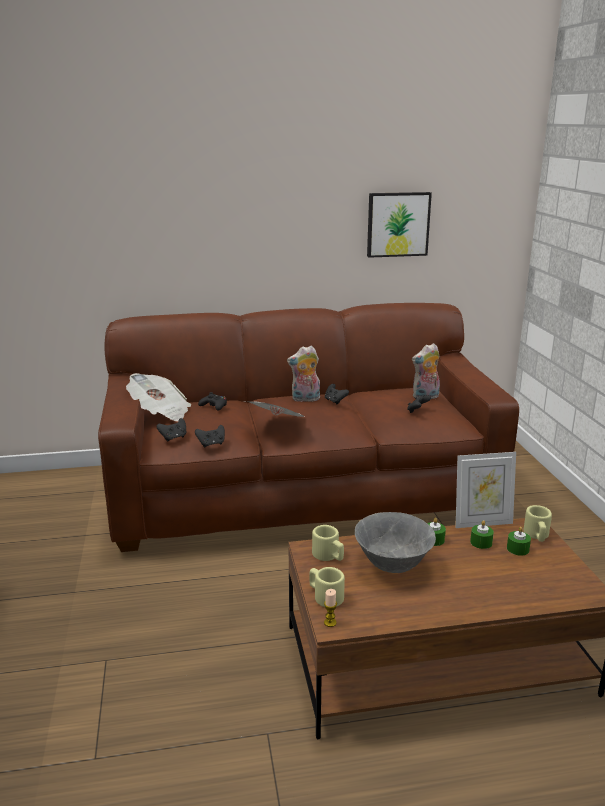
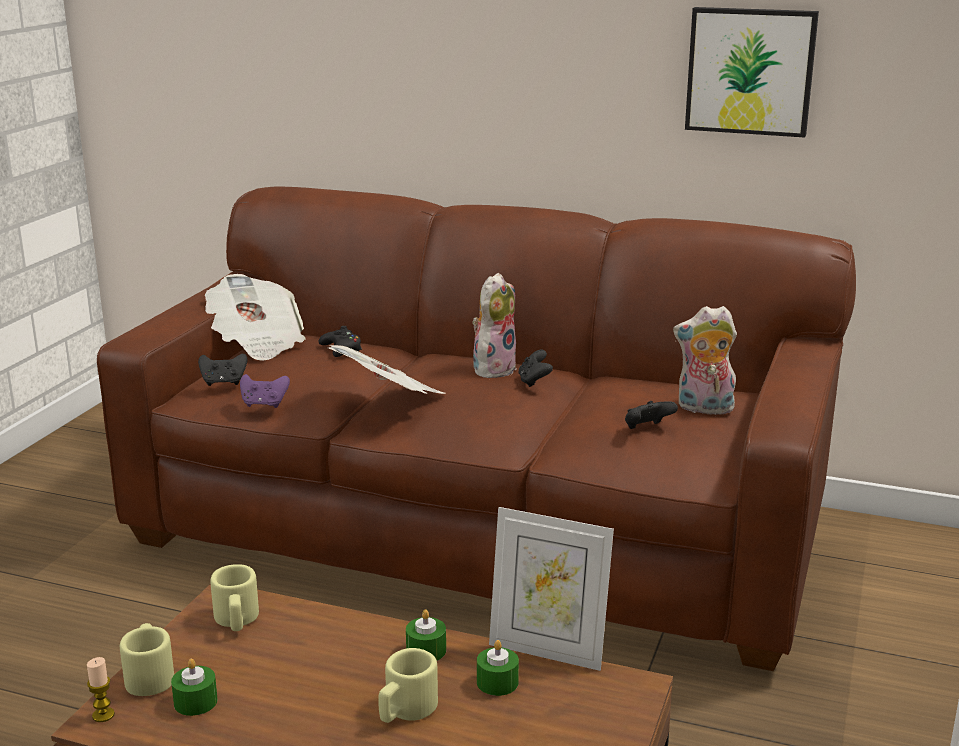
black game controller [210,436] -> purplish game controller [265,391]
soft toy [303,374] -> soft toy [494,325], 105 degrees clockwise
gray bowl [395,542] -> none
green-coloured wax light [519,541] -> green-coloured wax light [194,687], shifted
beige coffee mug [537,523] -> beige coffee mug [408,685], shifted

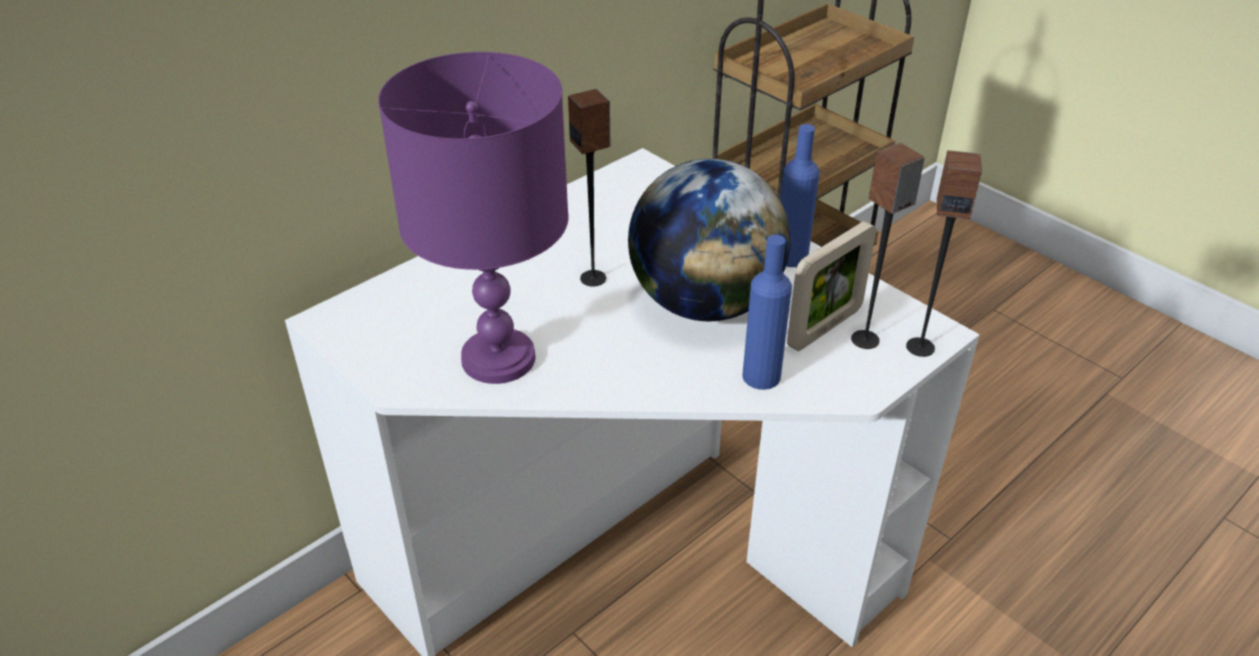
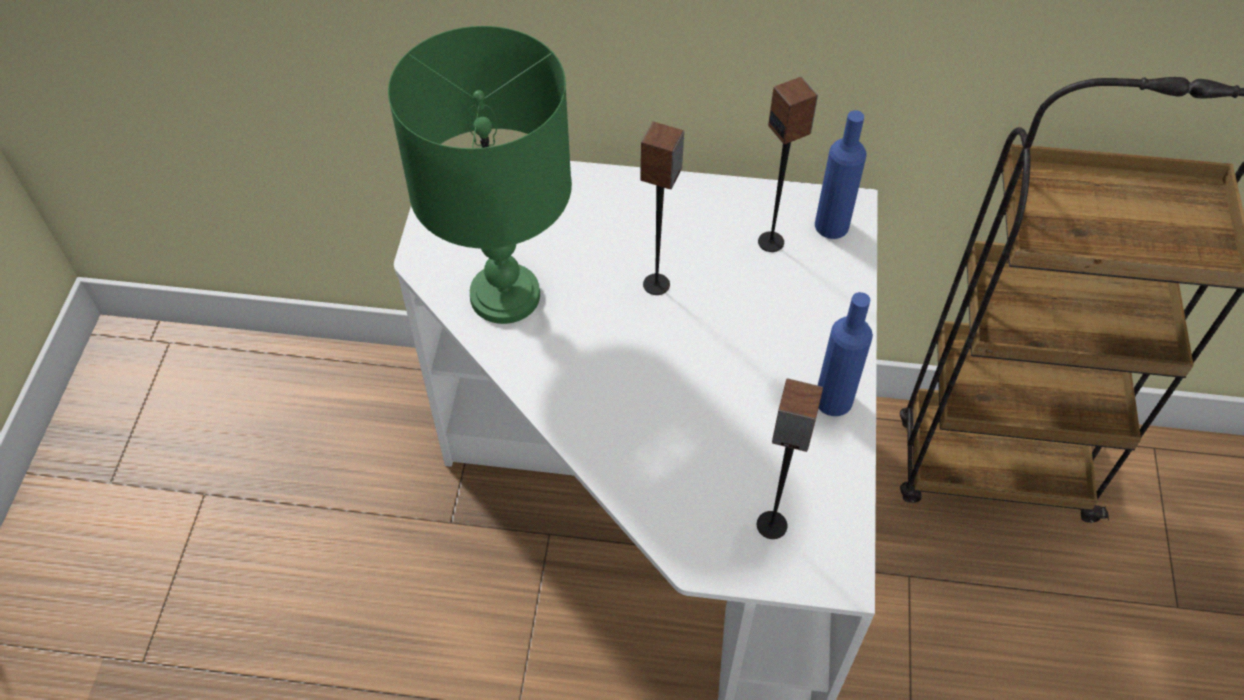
purplish tabletop lamp [473,218] -> green-coloured tabletop lamp [480,175]
globe [709,240] -> none
blue beverage bottle [767,312] -> blue beverage bottle [841,174], shifted
photo frame [831,286] -> none
loudspeaker [944,253] -> loudspeaker [788,164], shifted

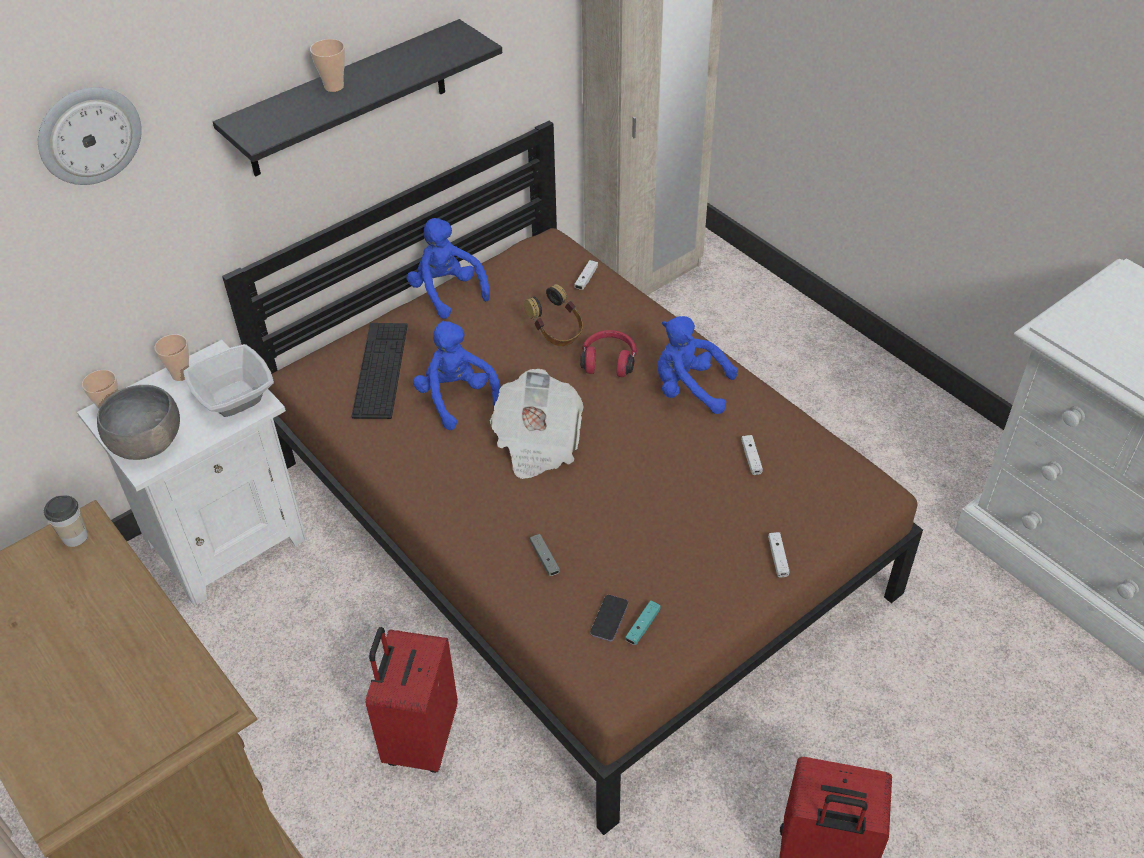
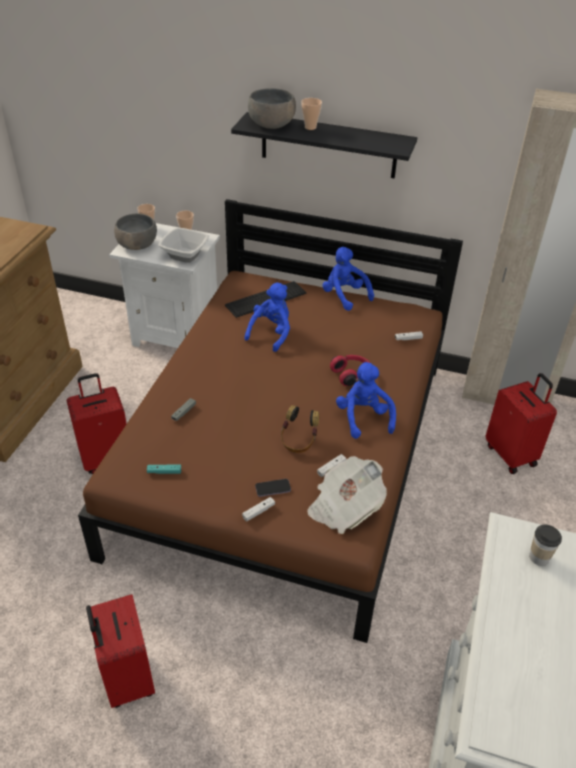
clock on the wall [90,136] -> none
cup [66,521] -> cup [545,545], shifted
blue soft toy [448,268] -> blue soft toy [348,279], 60 degrees counterclockwise
printed paper [537,424] -> printed paper [347,495], shifted
headphones [553,315] -> headphones [300,429], shifted
telephone [609,618] -> telephone [273,488], shifted
none -> gray bowl [272,108]
none -> red-coloured travel case [521,423]

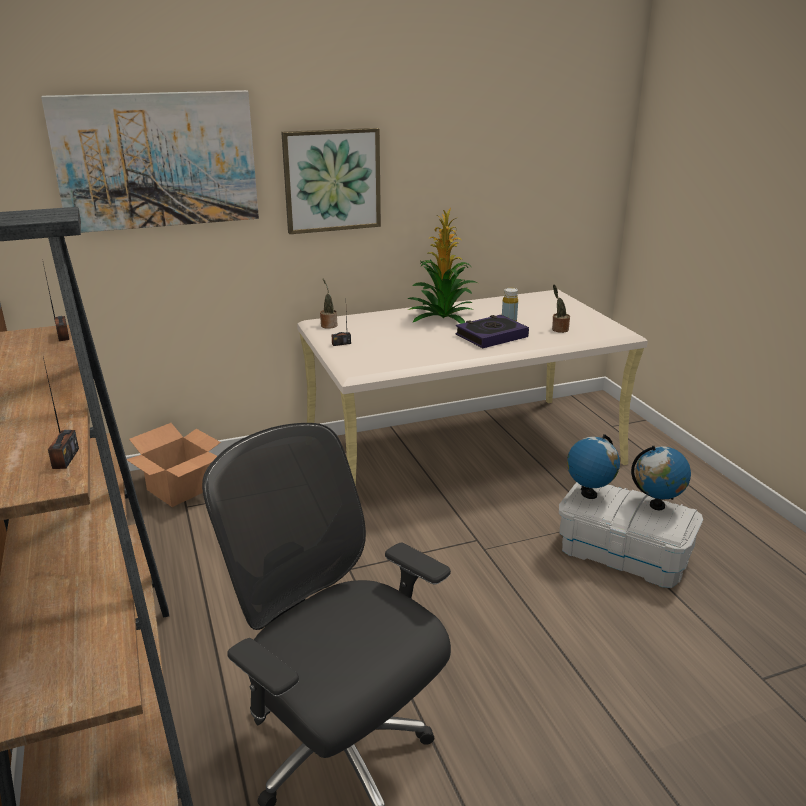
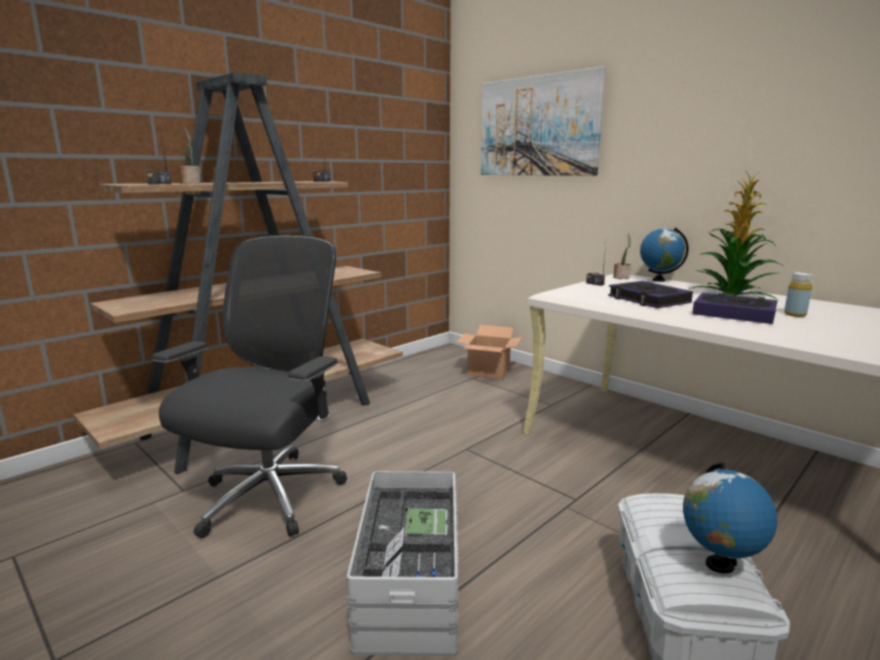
picture [331,181] -> none
plant in a pot [561,308] -> plant in a pot [189,155], shifted
globe [593,466] -> globe [664,254], shifted
none -> gray storage box [403,563]
none -> book [650,294]

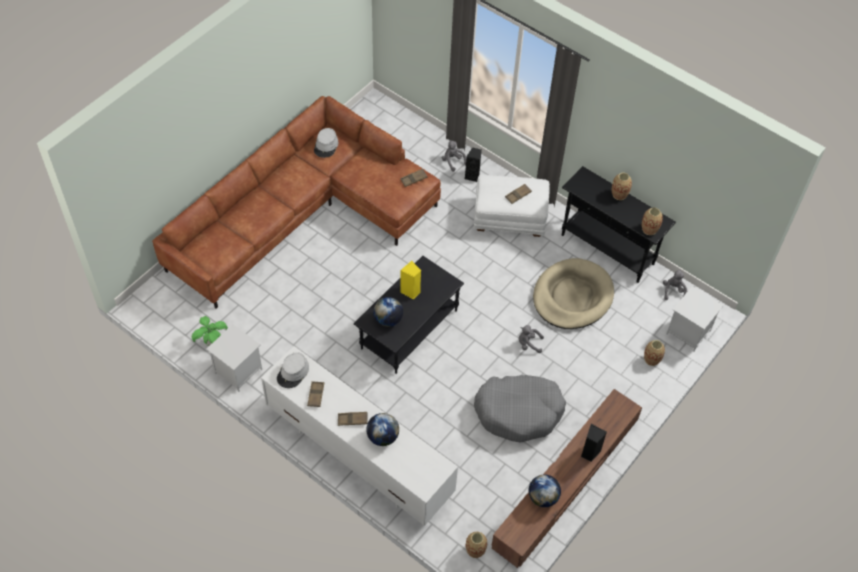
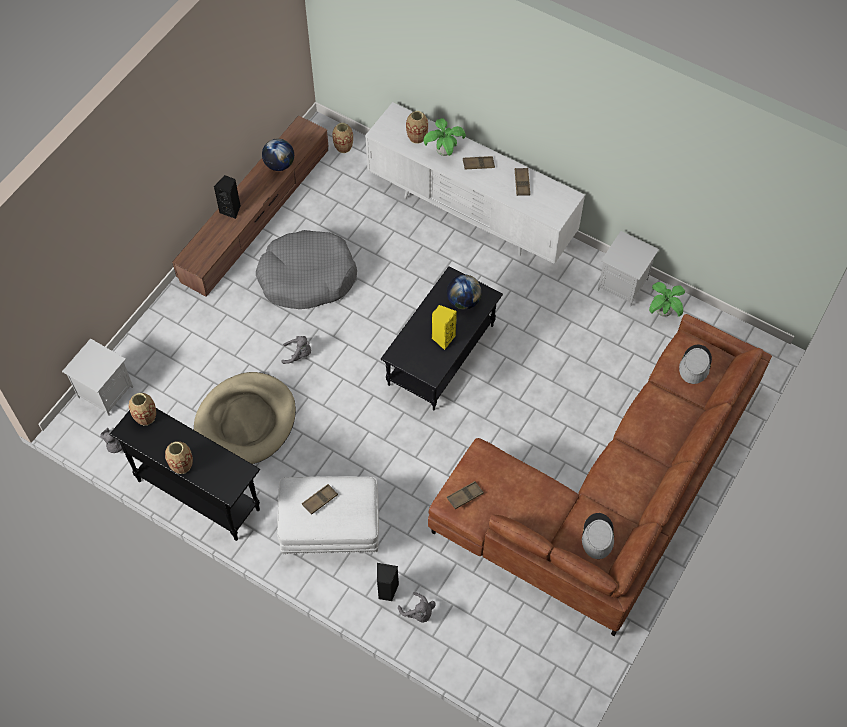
gray hat [293,370] -> gray hat [695,364], shifted
globe [382,429] -> plant in a pot [445,137]
flower vase [654,353] -> flower vase [417,127], shifted

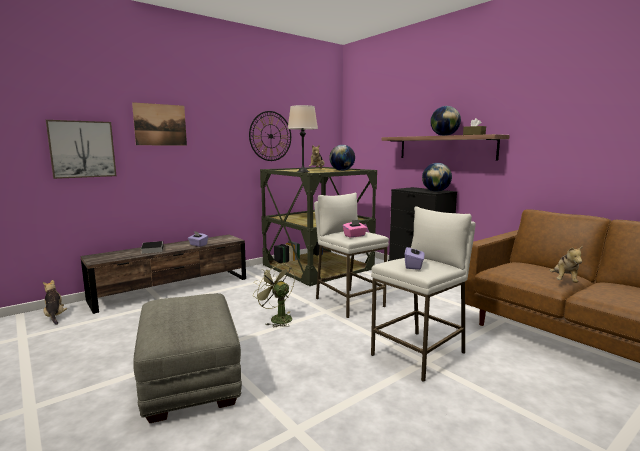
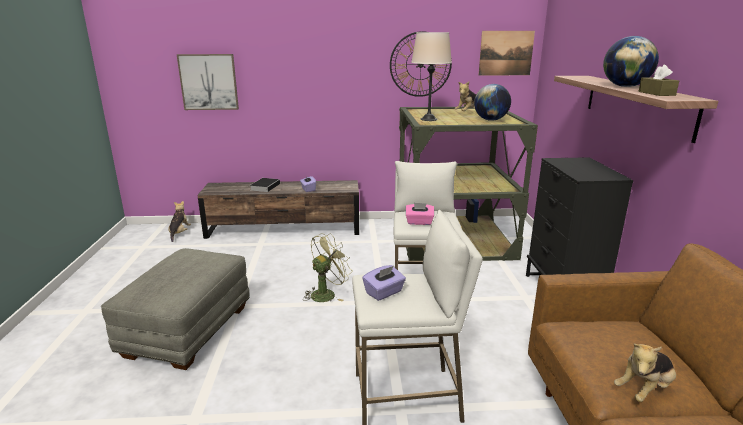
picture [159,123] -> picture [507,53], shifted
green-coloured cooling fan [274,294] -> green-coloured cooling fan [328,267], 60 degrees clockwise
globe [437,177] -> none

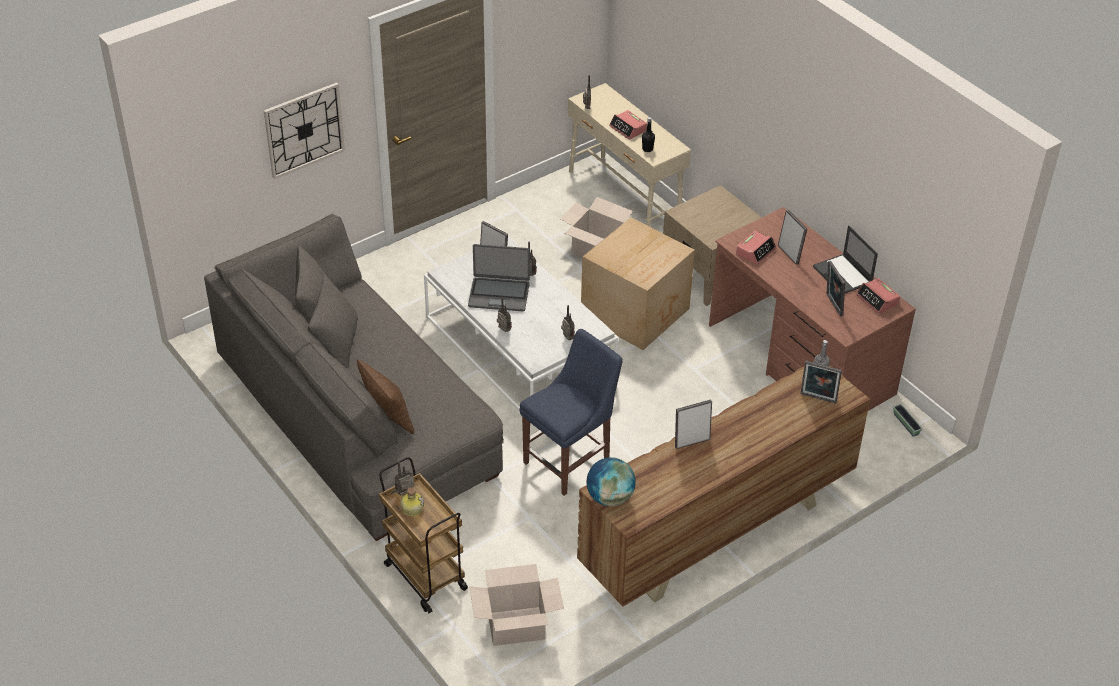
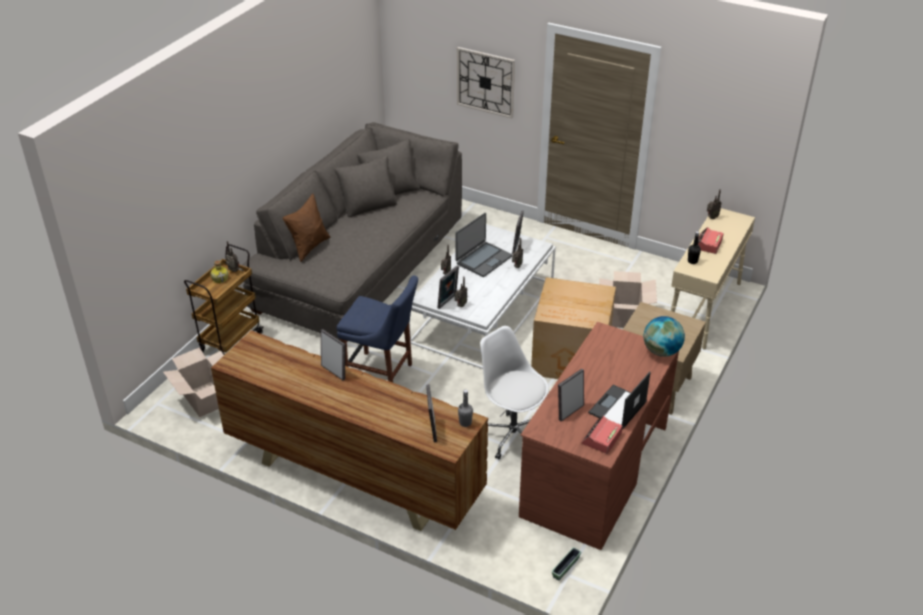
laptop [499,277] -> laptop [483,245], 120 degrees counterclockwise
globe [611,482] -> globe [664,336], shifted
alarm clock [756,248] -> none
photo frame [792,237] -> photo frame [448,287], shifted
none -> whitish computer chair [514,392]

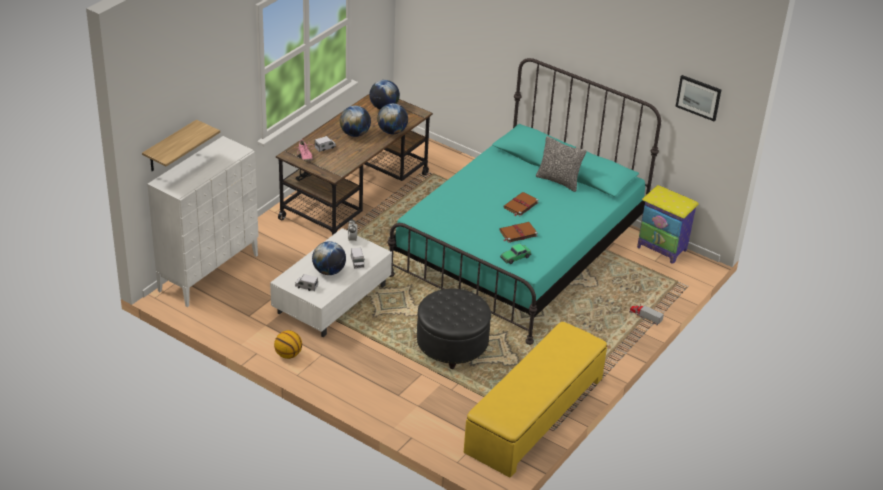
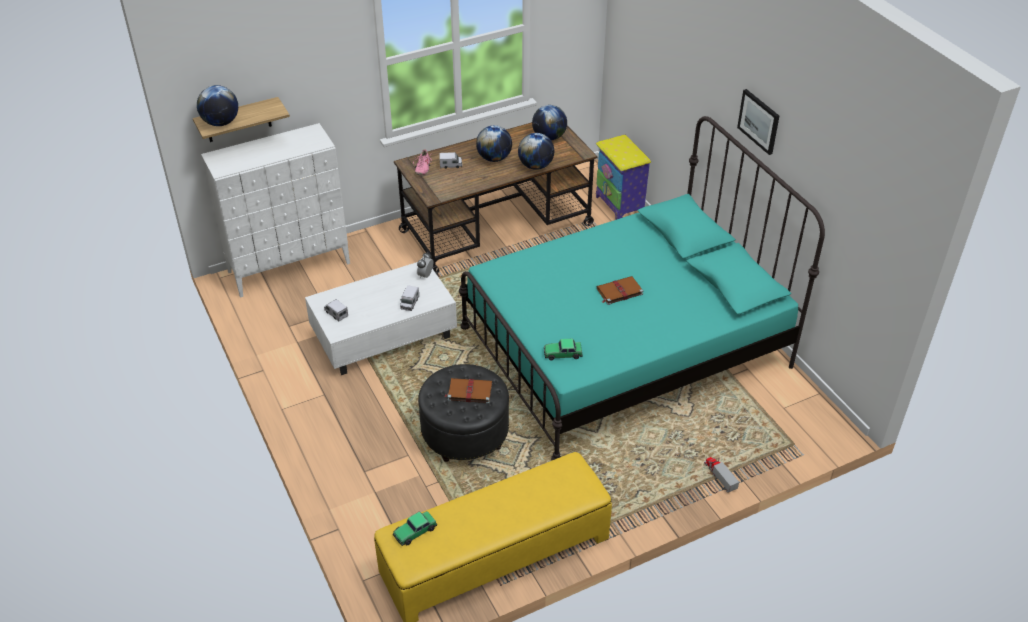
ball for basketball [288,344] -> none
globe [329,258] -> globe [217,105], shifted
brown book [519,232] -> brown book [468,391], shifted
throw pillow [561,164] -> none
nightstand [668,224] -> nightstand [623,177], shifted
picture [698,98] -> picture [758,122], shifted
none -> toy car [415,528]

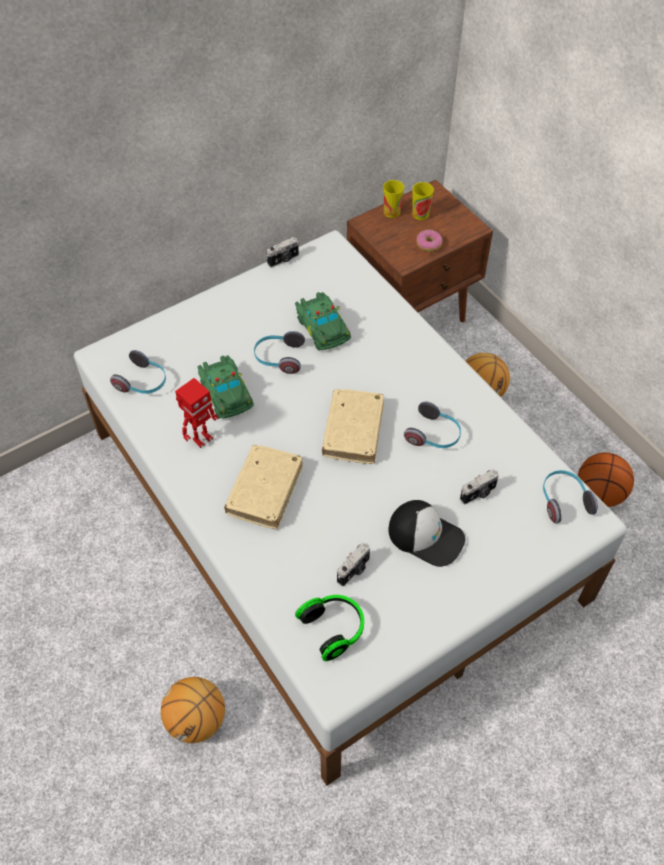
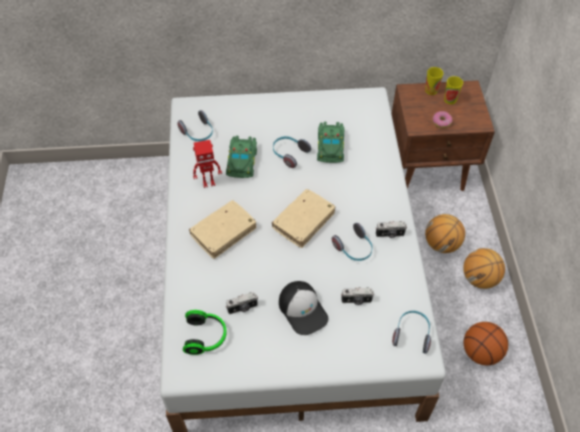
ball for basketball [193,710] -> ball for basketball [484,268], shifted
photo camera [282,252] -> photo camera [391,229], shifted

